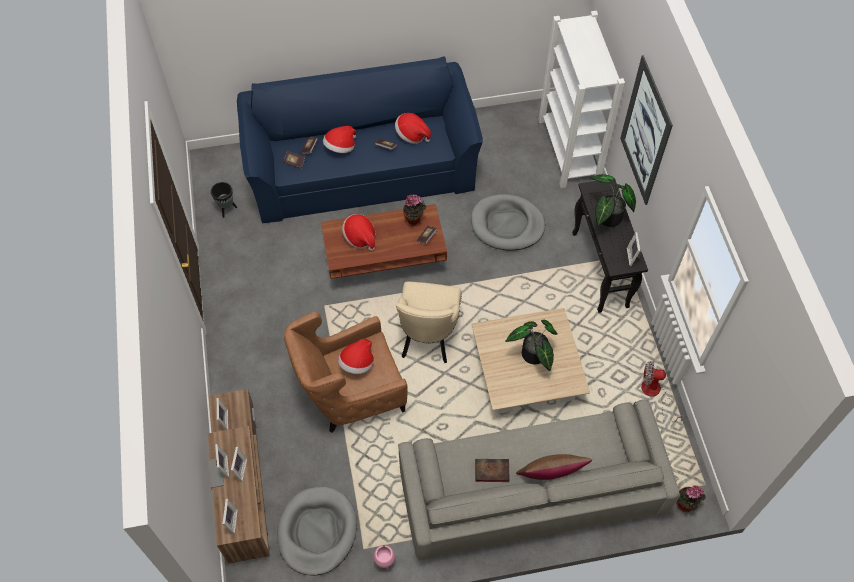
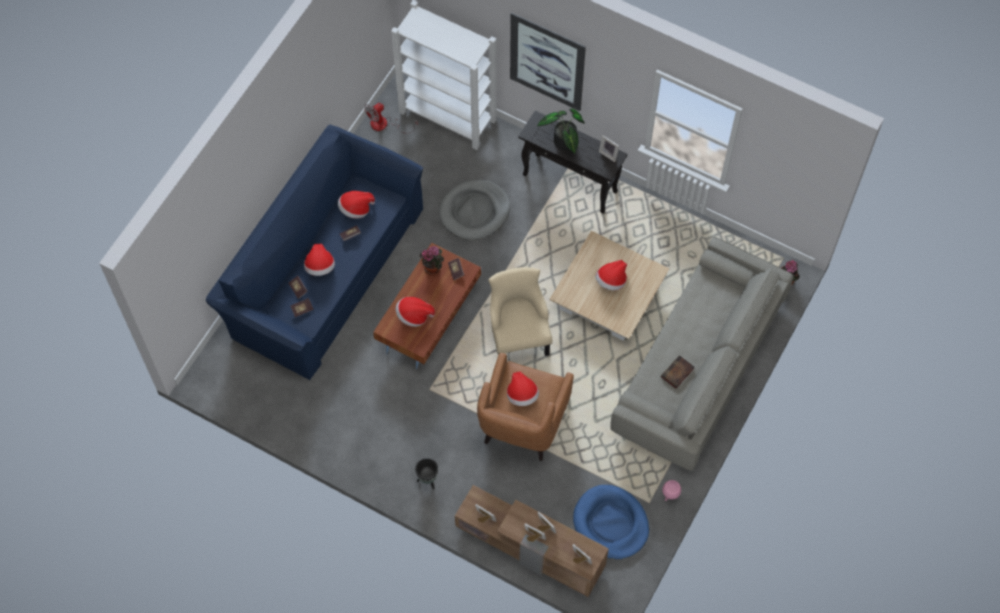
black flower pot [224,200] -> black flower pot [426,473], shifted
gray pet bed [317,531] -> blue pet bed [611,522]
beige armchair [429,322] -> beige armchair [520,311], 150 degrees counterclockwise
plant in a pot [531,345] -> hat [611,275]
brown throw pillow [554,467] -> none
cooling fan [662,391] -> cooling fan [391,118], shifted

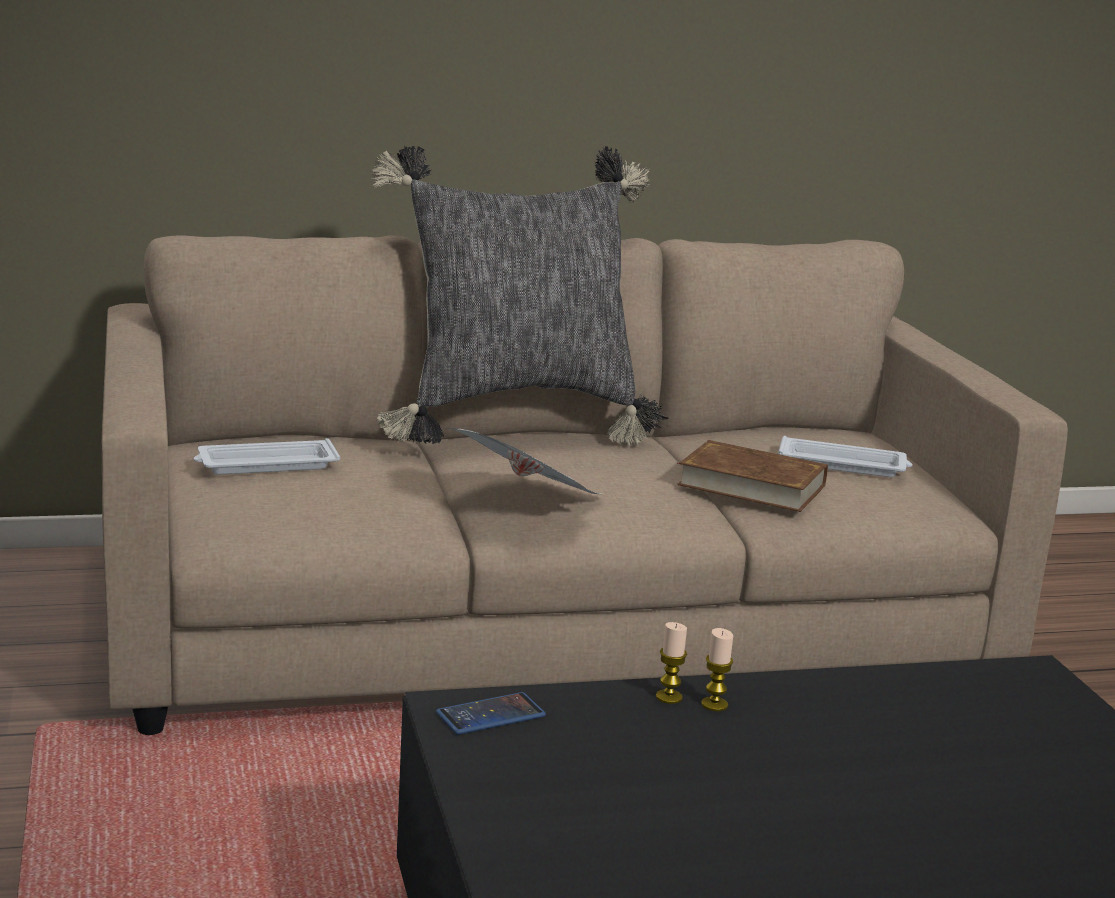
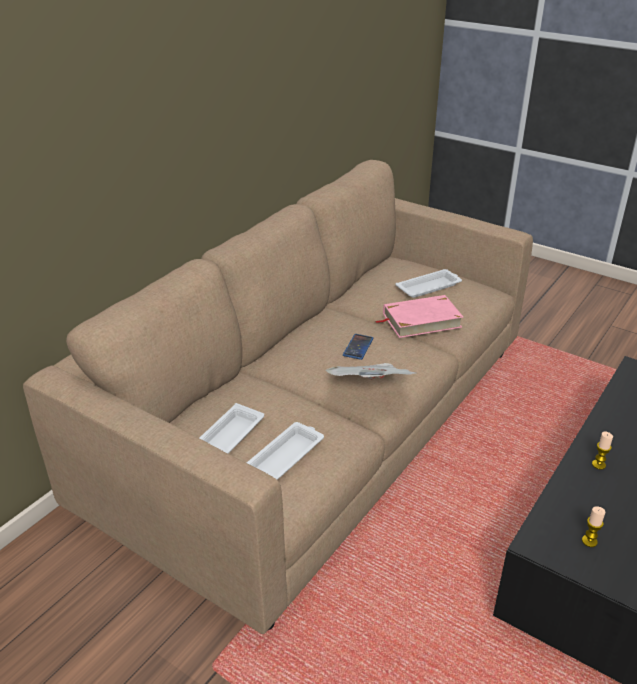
throw pillow [519,296] -> none
telephone [491,713] -> telephone [358,347], shifted
wax light [671,663] -> wax light [593,526], shifted
brown book [752,476] -> pink-coloured book [419,316]
none -> whitish carrying tray [285,451]

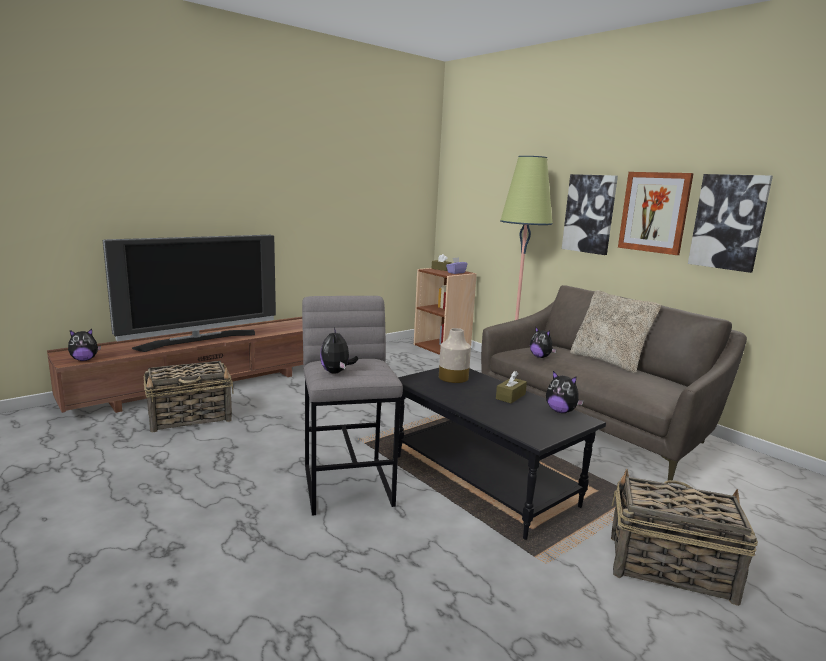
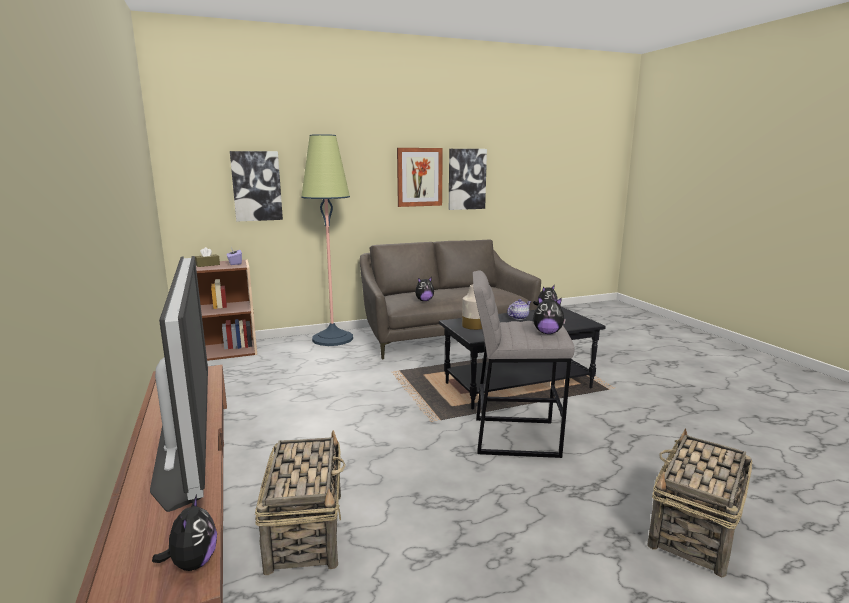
brown box of tissues [511,387] -> pot for tea [519,309]
picture [590,214] -> picture [256,186], shifted
beige throw pillow [616,331] -> none
basket [684,537] -> basket [700,503], shifted

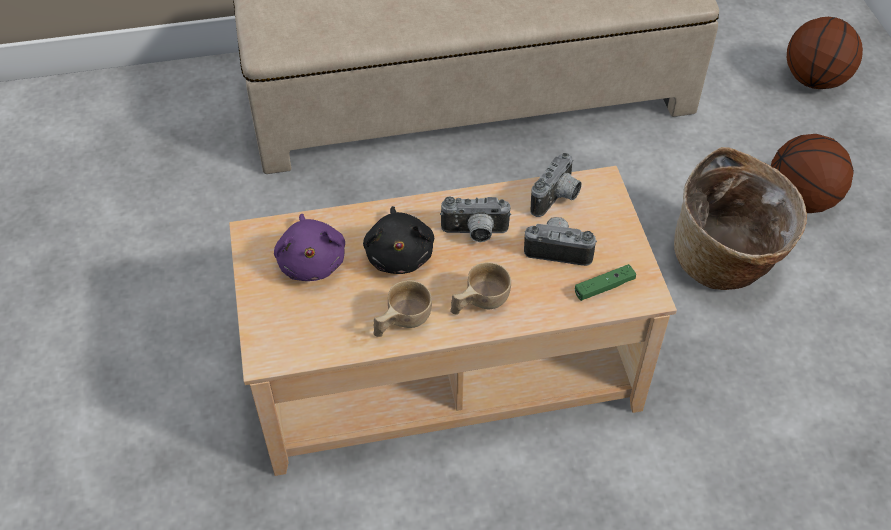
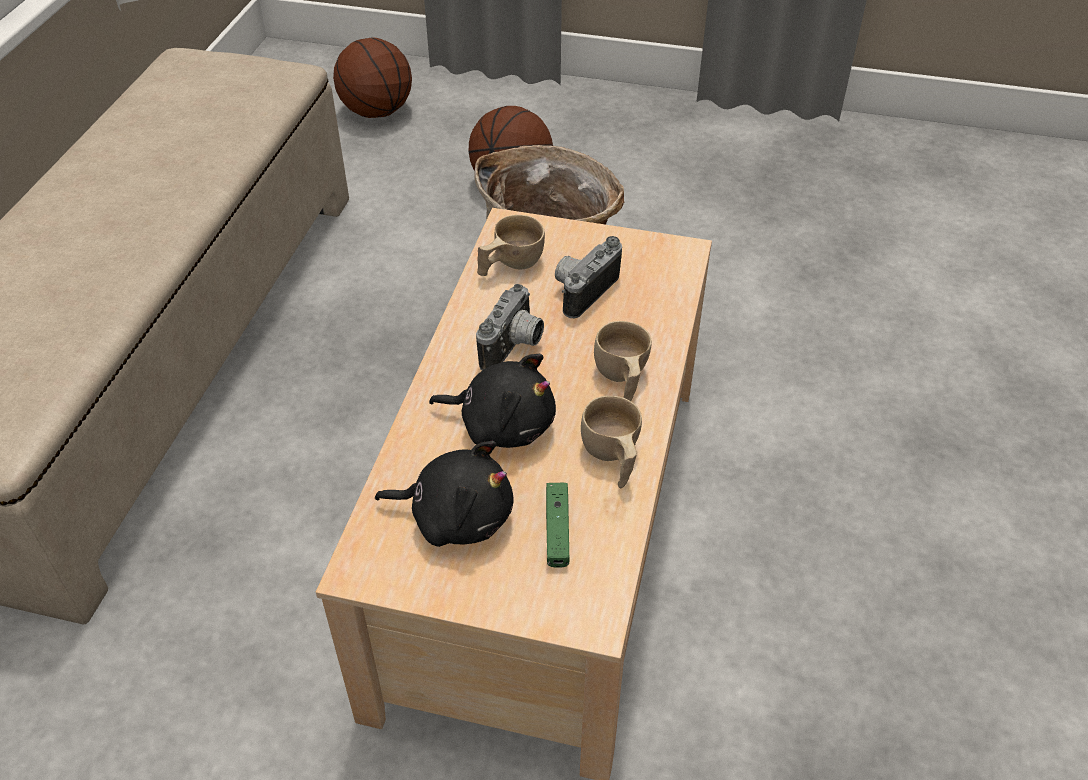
purplish soft toy [309,247] -> black soft toy [444,494]
photo camera [556,185] -> beige cup [511,245]
green-coloured game controller [605,282] -> green-coloured game controller [558,525], shifted

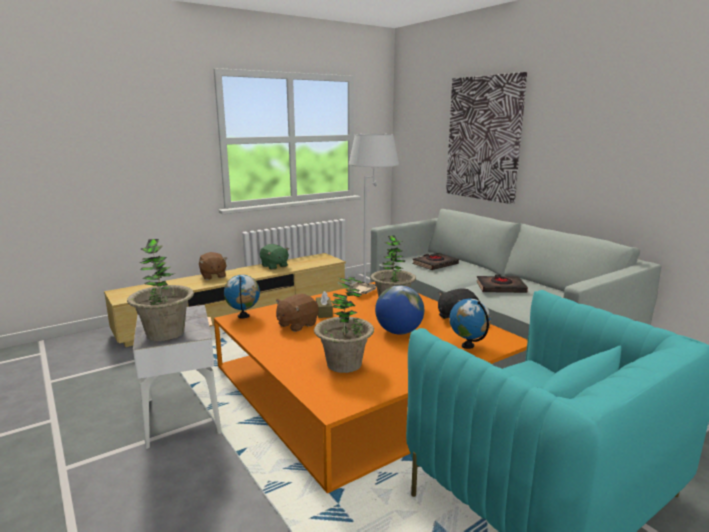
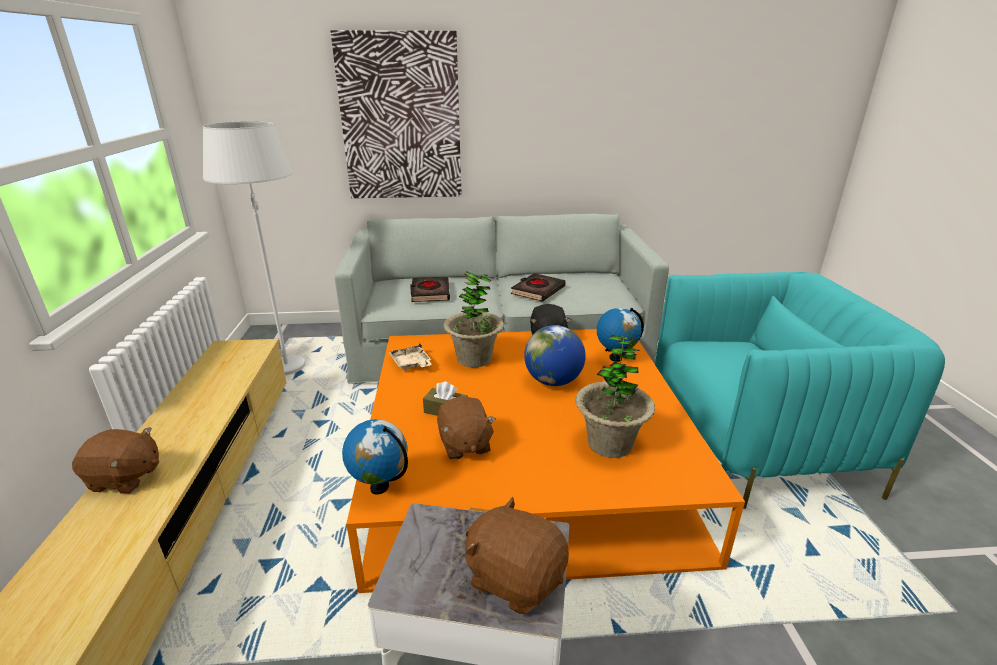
plant in a pot [160,290] -> brown soft toy [517,555]
green-coloured soft toy [274,257] -> none

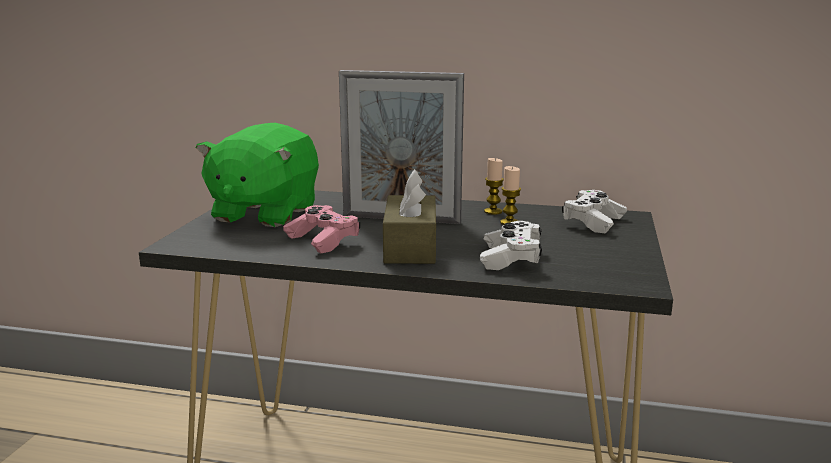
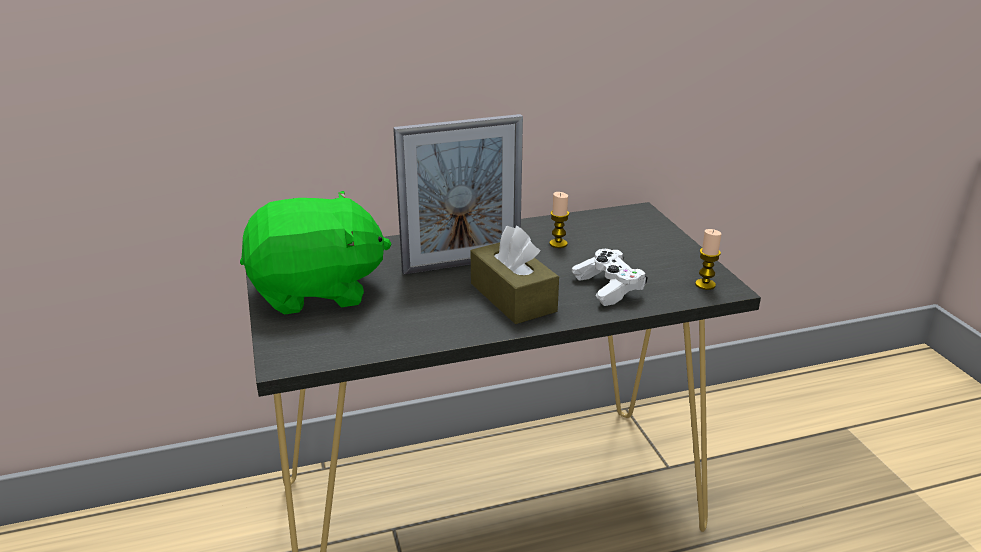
green-coloured soft toy [257,175] -> green-coloured soft toy [316,252], 90 degrees counterclockwise
pink-coloured game controller [321,229] -> none
wax light [494,186] -> wax light [708,259], shifted
whitish game controller [594,211] -> none

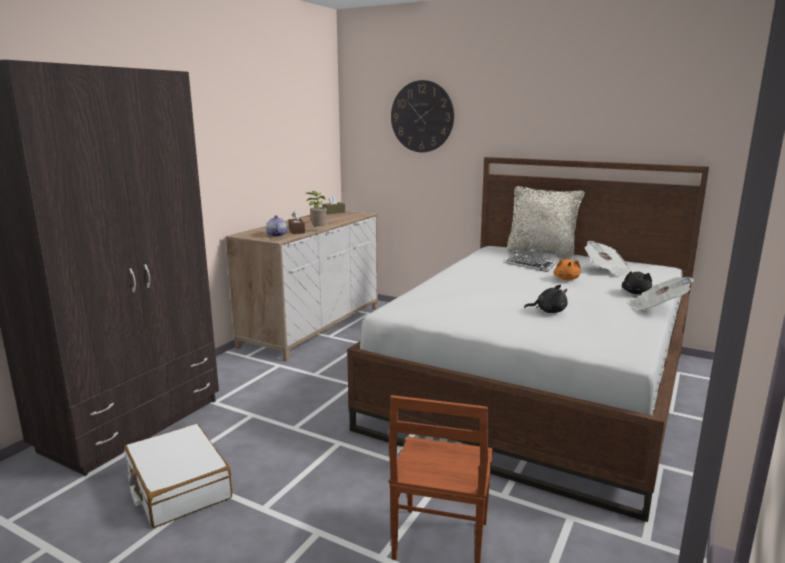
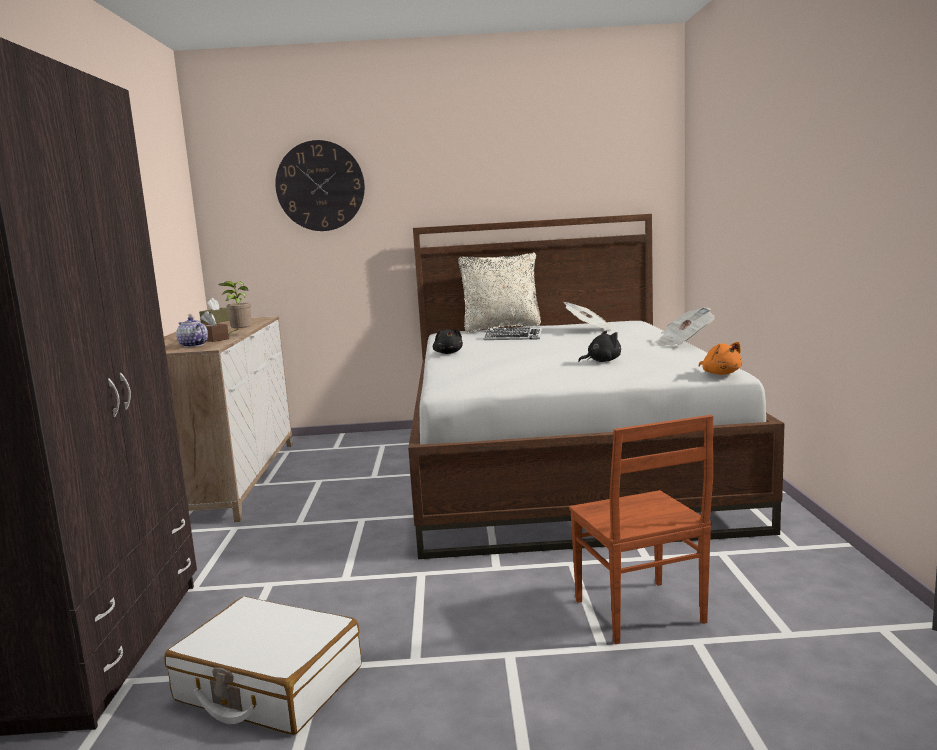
orange soft toy [567,269] -> orange soft toy [720,358], shifted
black soft toy [637,282] -> black soft toy [448,341], shifted

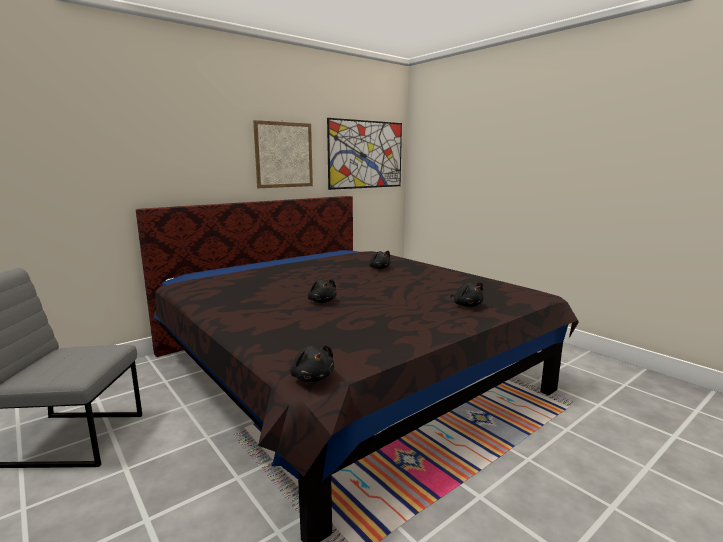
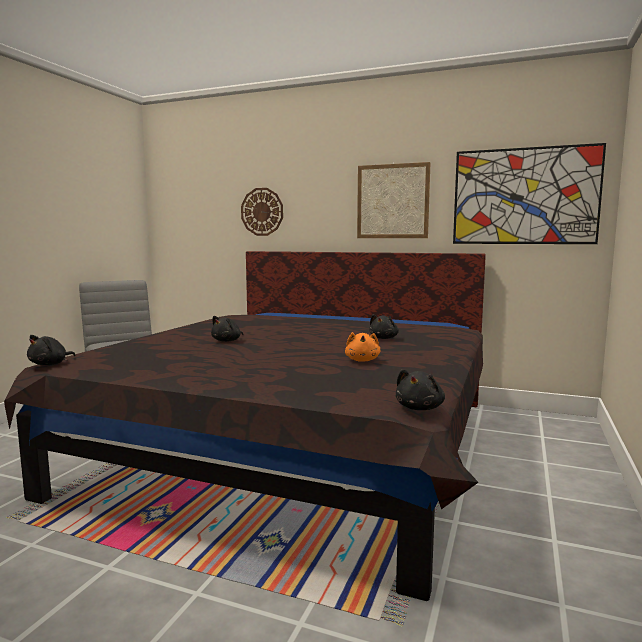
black soft toy [467,294] -> black soft toy [420,389], shifted
none -> clock on the wall [262,212]
none -> orange soft toy [362,347]

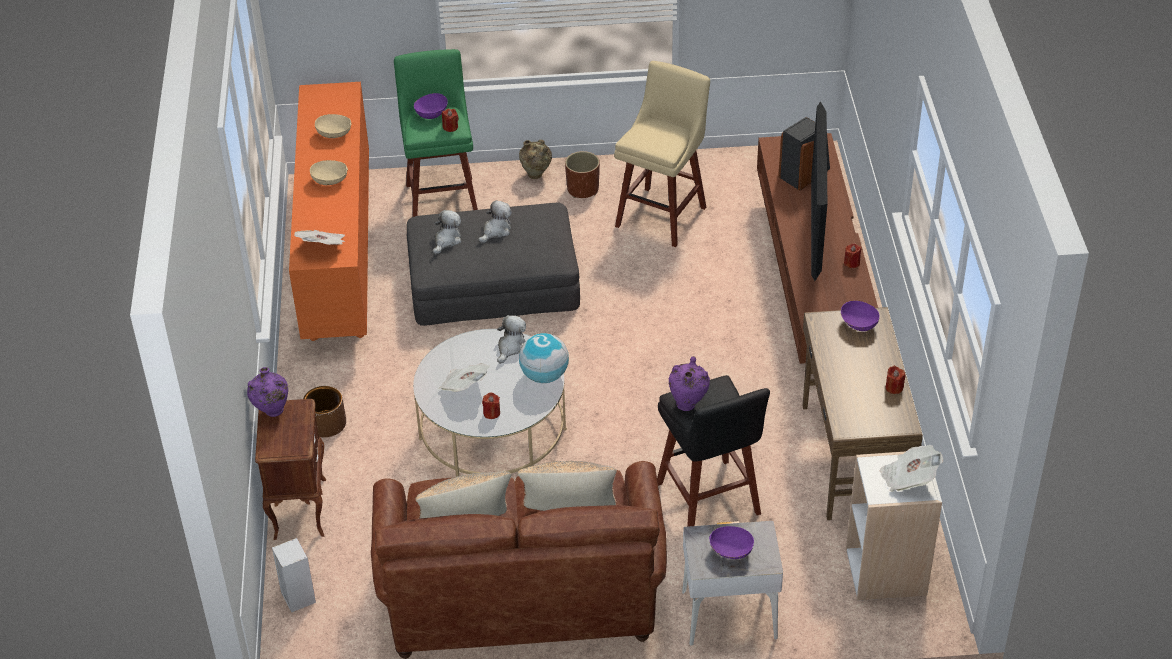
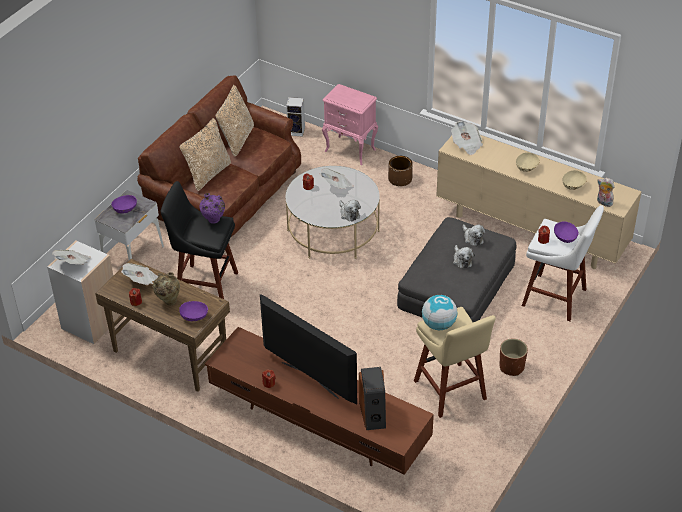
purplish flower vase [267,392] -> none
brown nightstand [290,469] -> pink-coloured nightstand [350,124]
orange cabinet [329,211] -> beige cabinet [539,202]
green-coloured stool [436,133] -> whitish stool [563,263]
beige flower vase [535,159] -> beige flower vase [166,289], shifted
globe [544,358] -> globe [440,312], shifted
none -> printed paper [139,274]
none -> soft toy [606,192]

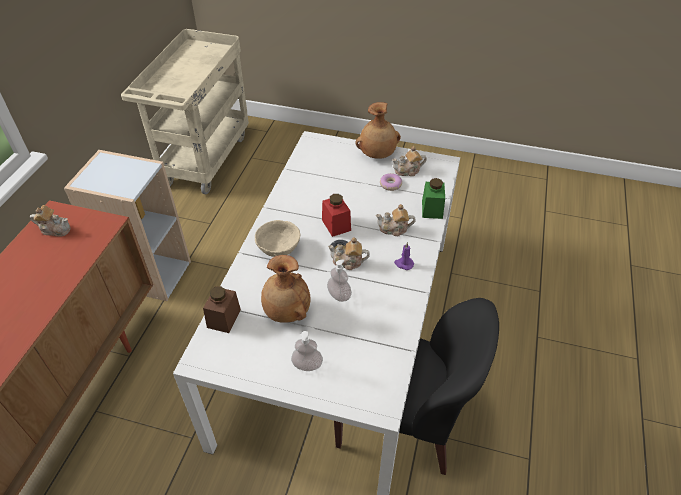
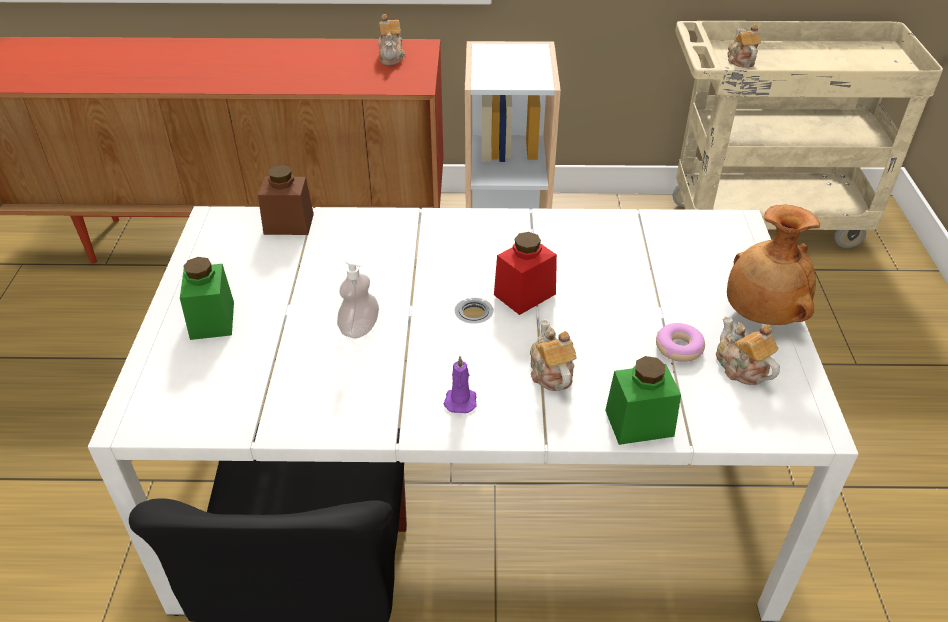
beige bowl [277,238] -> none
brown flower vase [286,289] -> none
liquid soap bottle [307,351] -> green-coloured jar [207,298]
pot for tea [349,253] -> pot for tea [744,46], shifted

